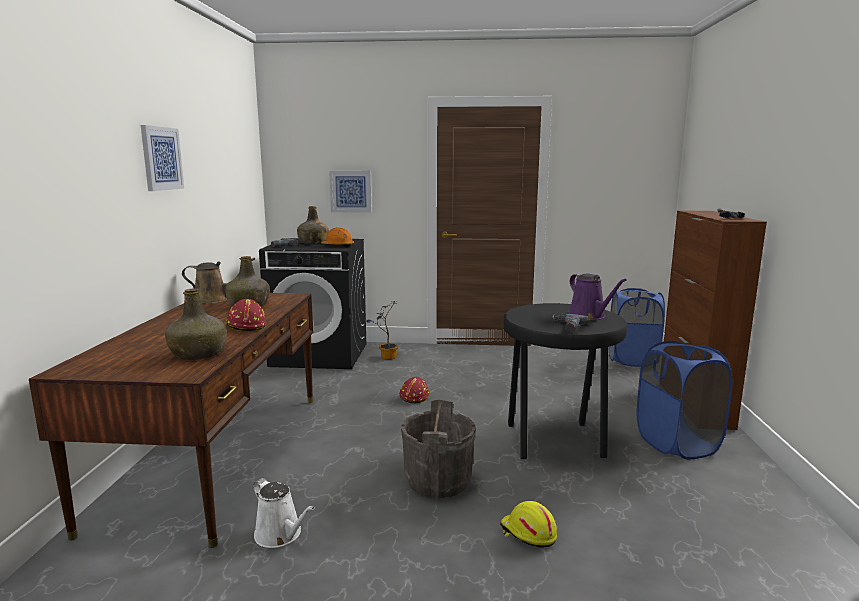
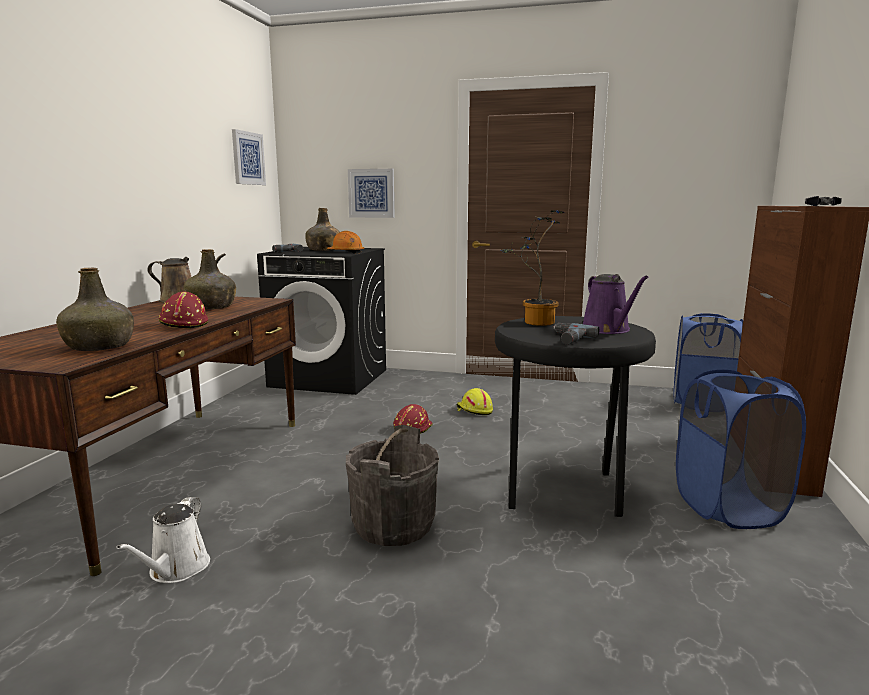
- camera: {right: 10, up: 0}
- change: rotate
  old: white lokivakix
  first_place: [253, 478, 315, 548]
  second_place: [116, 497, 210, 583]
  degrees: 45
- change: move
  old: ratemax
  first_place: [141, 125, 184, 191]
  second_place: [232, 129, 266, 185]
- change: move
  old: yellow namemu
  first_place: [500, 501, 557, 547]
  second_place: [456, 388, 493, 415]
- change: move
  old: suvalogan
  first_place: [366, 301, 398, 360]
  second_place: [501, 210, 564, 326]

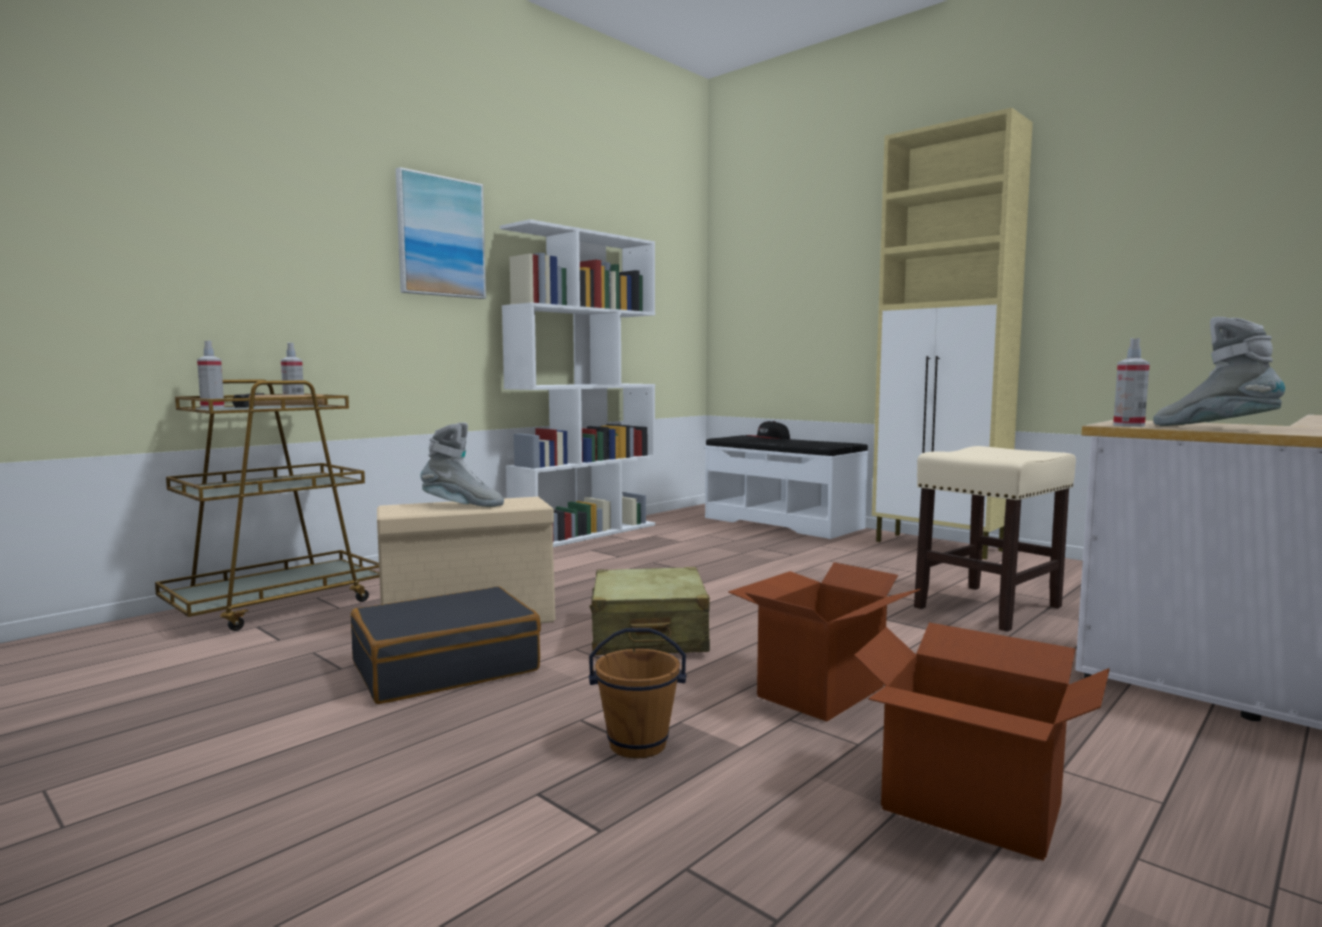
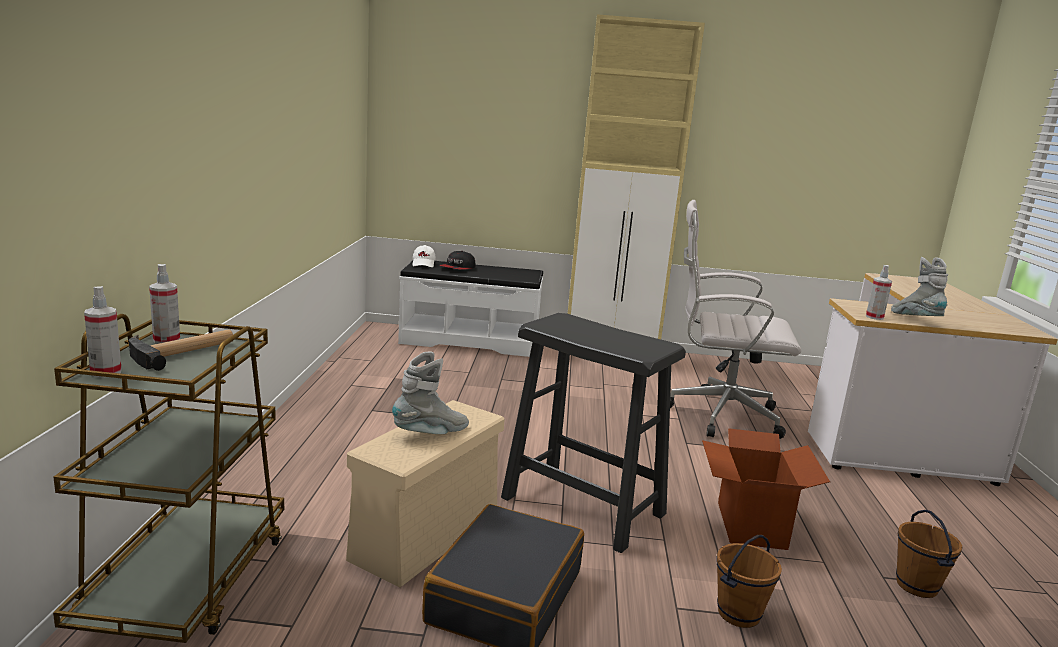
- camera: {right: -40, up: 10}
- change: insert
  new: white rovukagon
  second_place: [412, 245, 436, 267]
- change: replace
  old: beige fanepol
  new: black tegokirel
  first_place: [589, 567, 710, 655]
  second_place: [501, 313, 686, 553]
- change: replace
  old: beige tegokirel
  new: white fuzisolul
  first_place: [914, 446, 1076, 632]
  second_place: [670, 200, 801, 439]
- change: rotate
  old: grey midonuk
  first_place: [1153, 317, 1285, 426]
  second_place: [891, 257, 948, 316]
  degrees: 60
- change: replace
  old: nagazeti
  new: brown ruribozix
  first_place: [854, 623, 1110, 861]
  second_place: [896, 510, 962, 598]
- change: delete
  old: ratemax
  first_place: [396, 167, 486, 299]
- change: delete
  old: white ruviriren
  first_place: [500, 219, 655, 547]

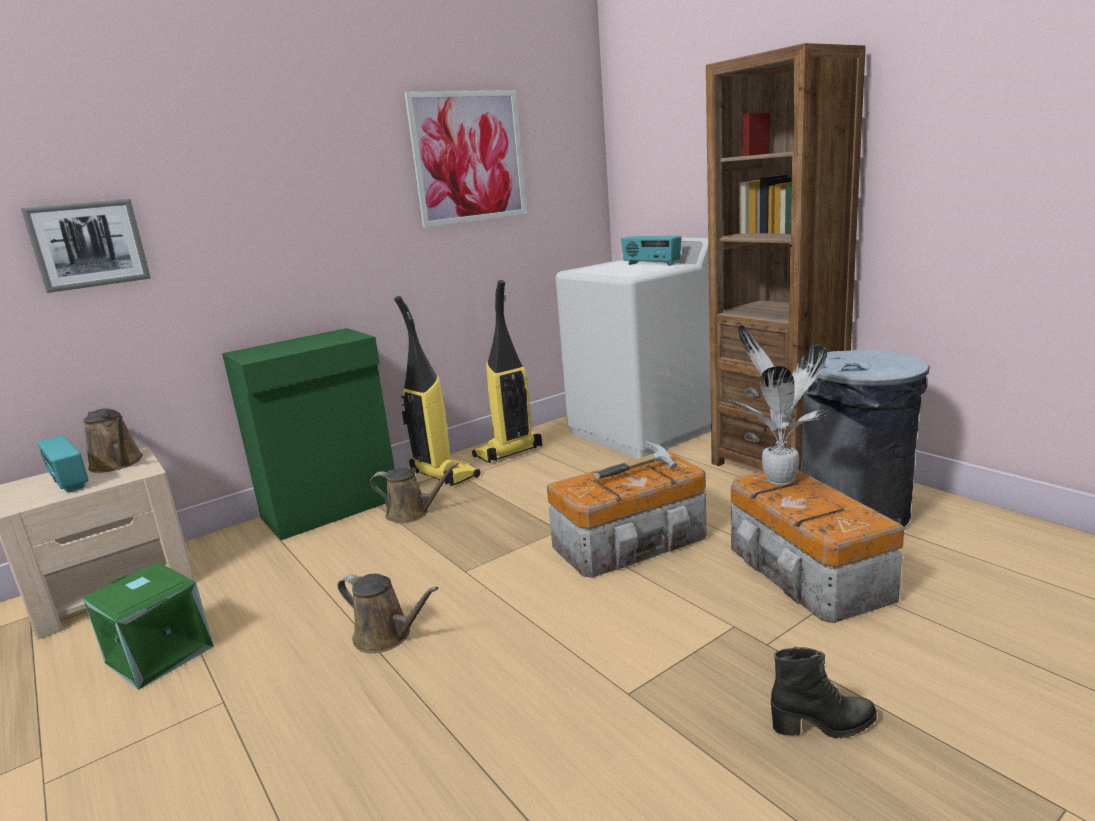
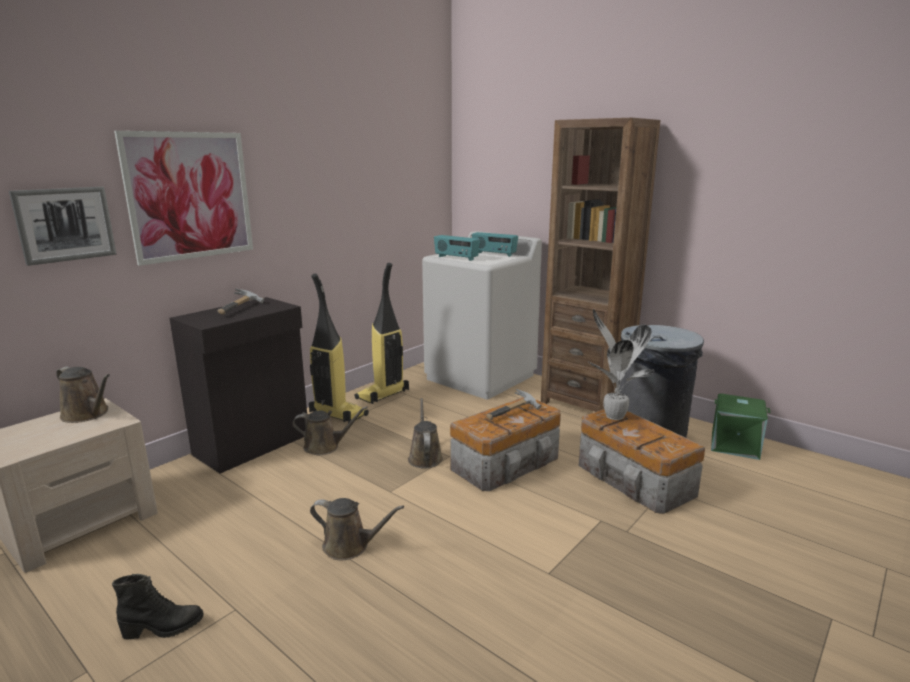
- camera: {right: -15, up: 0}
- change: move
  old: black midonuk
  first_place: [771, 647, 877, 739]
  second_place: [112, 574, 203, 640]
- change: move
  old: ratemax
  first_place: [404, 90, 527, 227]
  second_place: [114, 131, 253, 266]
- change: recolor
  old: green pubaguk
  new: black pubaguk
  first_place: [222, 328, 395, 540]
  second_place: [169, 297, 307, 473]
- change: insert
  new: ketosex
  second_place: [218, 288, 264, 315]
- change: insert
  new: brown lokivakix
  second_place: [408, 398, 443, 469]
- change: move
  old: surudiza
  first_place: [37, 435, 89, 493]
  second_place: [434, 235, 480, 261]
- change: move
  old: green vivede
  first_place: [83, 563, 214, 690]
  second_place: [711, 394, 770, 460]

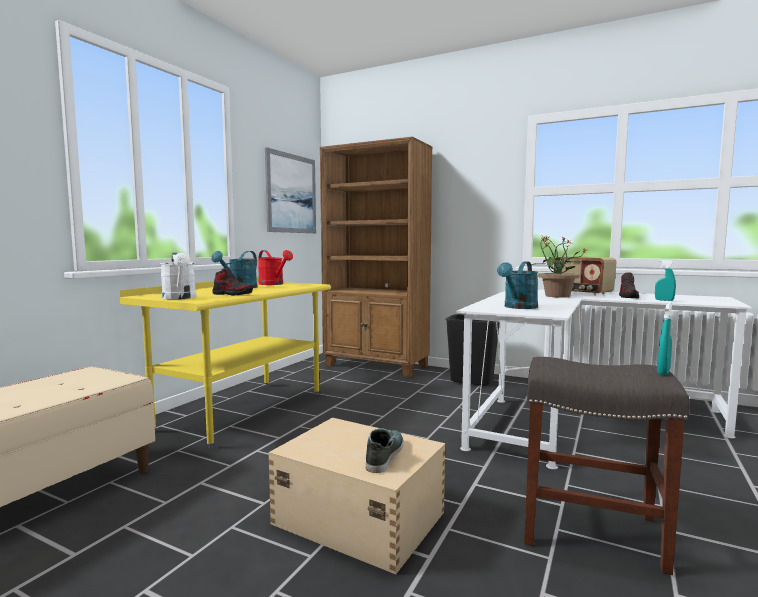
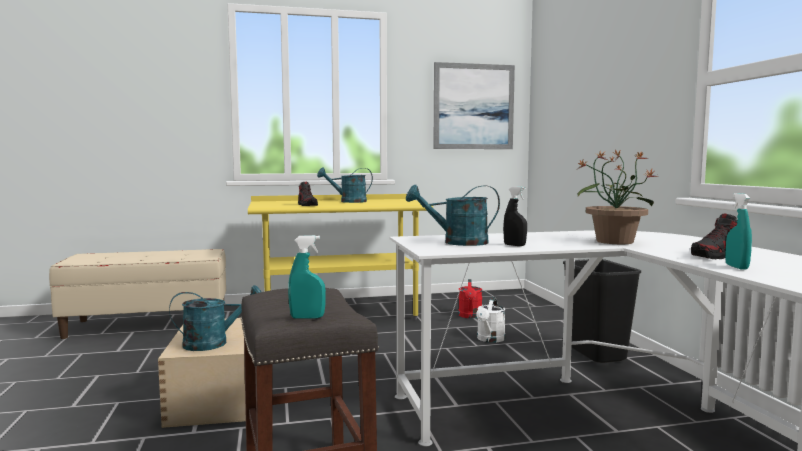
- camera: {right: 50, up: 0}
- change: replace
  old: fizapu
  new: turquoise lokivakix
  first_place: [366, 428, 404, 473]
  second_place: [169, 285, 261, 351]
- change: move
  old: red lokivakix
  first_place: [258, 250, 293, 285]
  second_place: [458, 279, 482, 318]
- change: move
  old: white lokivakix
  first_place: [160, 253, 196, 299]
  second_place: [476, 297, 505, 343]
- change: insert
  new: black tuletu
  second_place: [503, 187, 527, 246]
- change: delete
  old: brown ruviriren
  first_place: [320, 136, 433, 378]
- change: delete
  old: surudiza
  first_place: [554, 257, 617, 295]

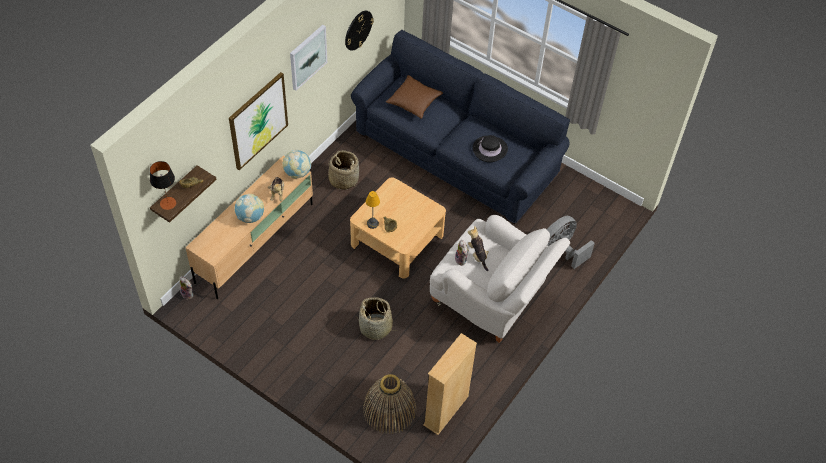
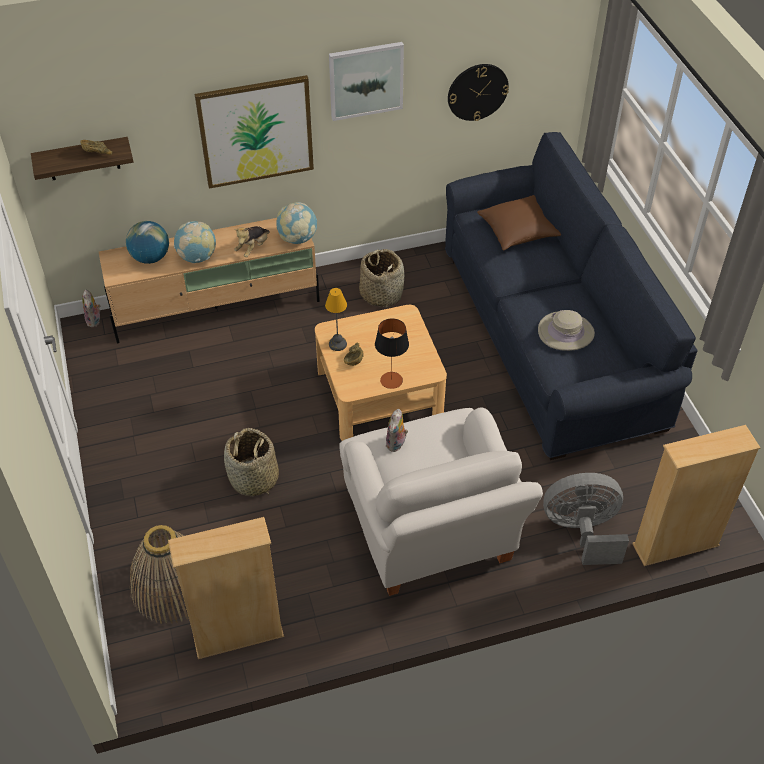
- camera: {right: 40, up: -5}
- change: insert
  new: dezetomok
  second_place: [126, 221, 169, 264]
- change: move
  old: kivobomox
  first_place: [150, 161, 176, 210]
  second_place: [375, 318, 409, 389]
- change: recolor
  old: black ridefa
  new: beige ridefa
  first_place: [473, 135, 508, 162]
  second_place: [538, 310, 595, 351]
- change: insert
  new: beige ruviriren
  second_place: [632, 425, 761, 566]
- change: delete
  old: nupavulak
  first_place: [468, 226, 489, 271]

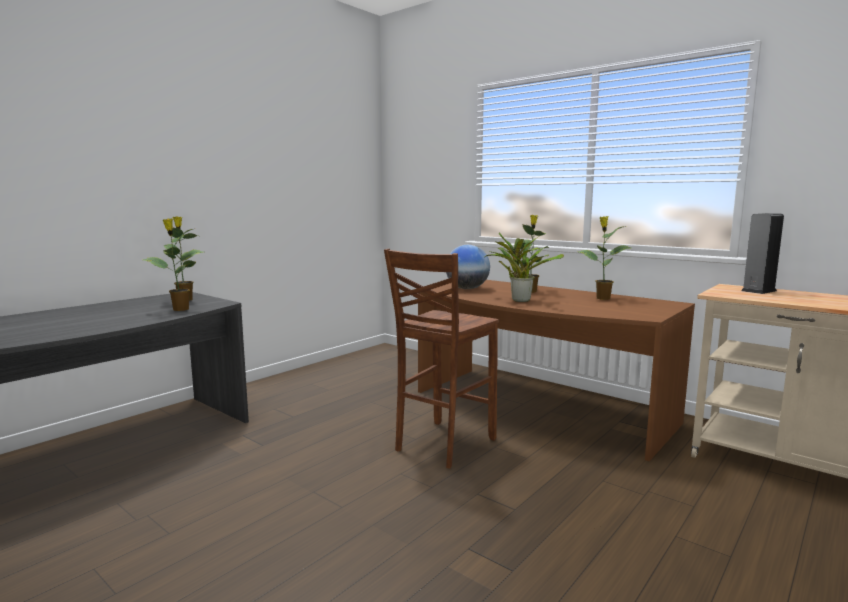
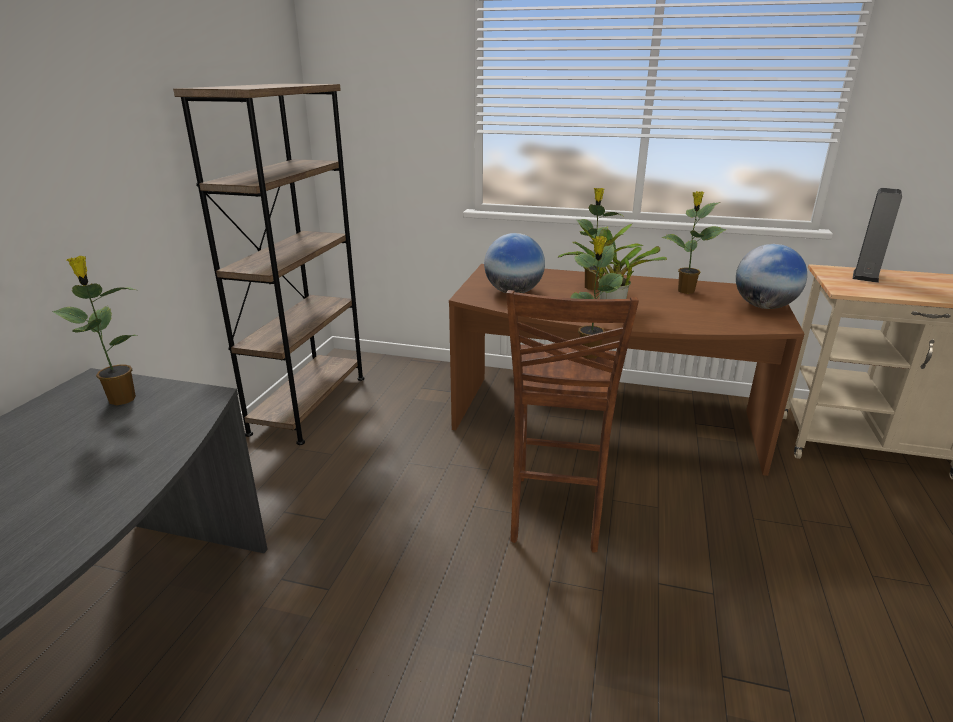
- camera: {right: -25, up: 15}
- change: insert
  new: brown ruviriren
  second_place: [173, 84, 364, 445]
- change: move
  old: suvalogan
  first_place: [143, 218, 203, 311]
  second_place: [570, 236, 623, 358]
- change: insert
  new: dezetomok
  second_place: [736, 244, 807, 309]

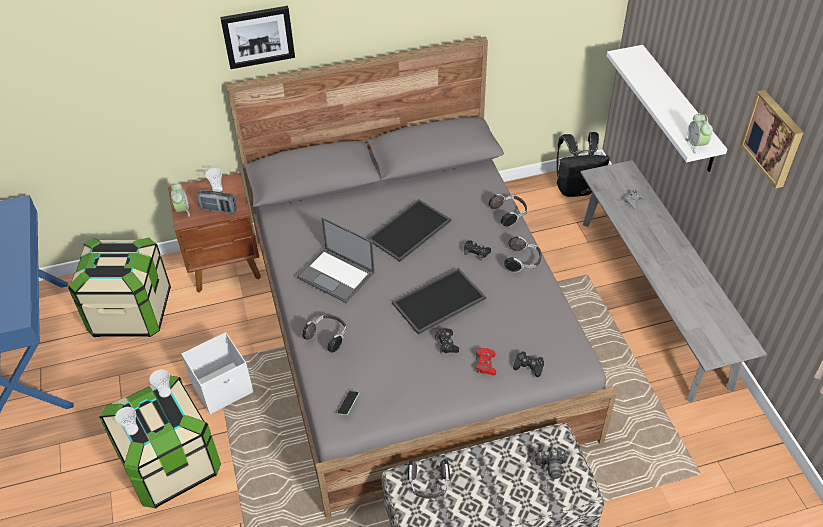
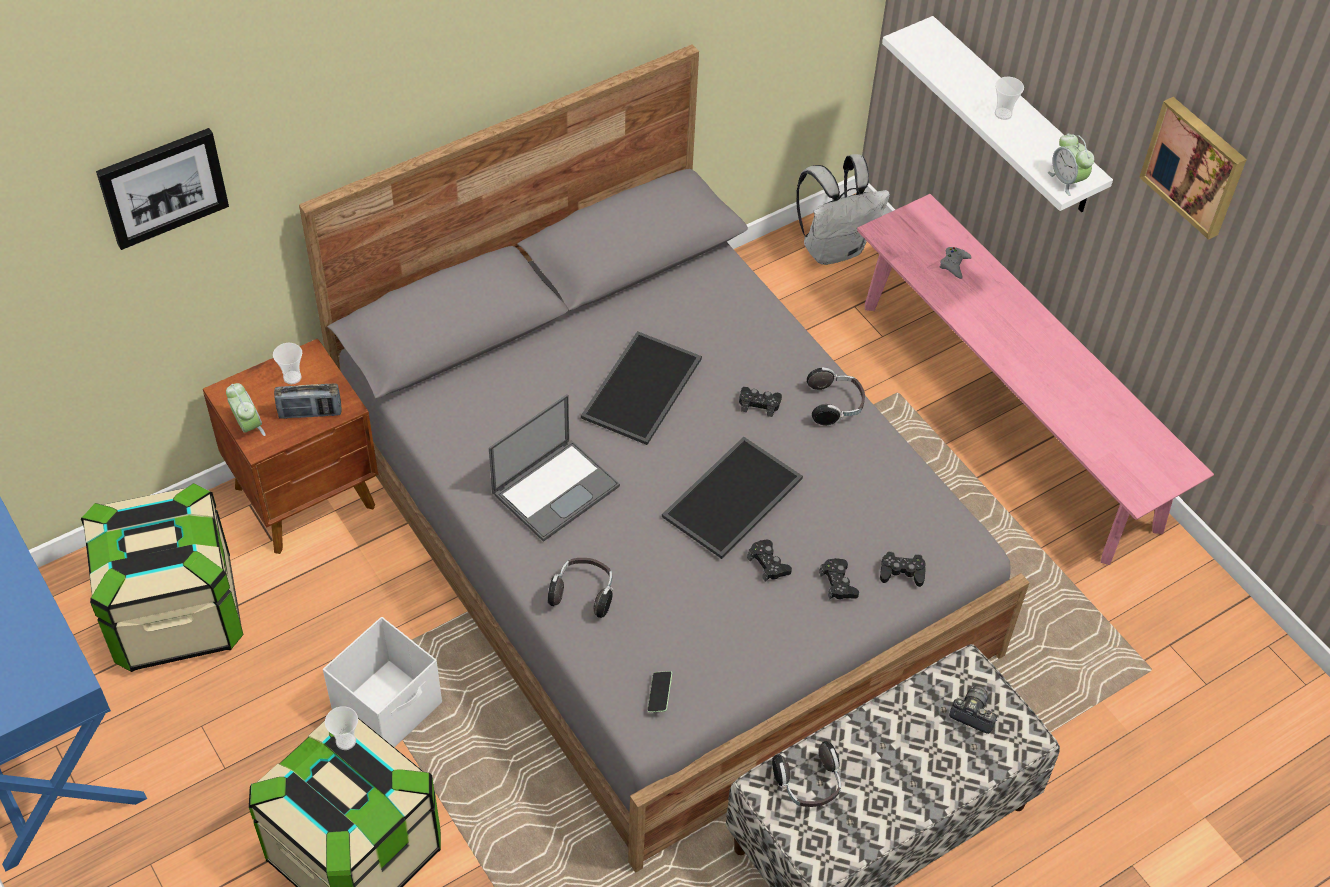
- camera: {right: -20, up: 5}
- change: move
  old: ratemax
  first_place: [220, 6, 295, 69]
  second_place: [96, 128, 229, 250]
- change: rotate
  old: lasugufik
  first_place: [297, 217, 375, 303]
  second_place: [489, 394, 620, 542]
  degrees: -60
- change: recolor
  old: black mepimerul
  new: white mepimerul
  first_place: [557, 132, 610, 197]
  second_place: [796, 154, 890, 265]
- change: recolor
  old: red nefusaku
  new: black nefusaku
  first_place: [476, 348, 496, 376]
  second_place: [819, 558, 859, 600]
- change: recolor
  old: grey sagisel
  new: pink sagisel
  first_place: [580, 160, 767, 403]
  second_place: [857, 194, 1214, 565]
- change: rotate
  old: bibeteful
  first_place: [535, 449, 567, 479]
  second_place: [949, 686, 998, 734]
  degrees: -135
- change: move
  old: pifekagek
  first_place: [115, 407, 139, 435]
  second_place: [995, 77, 1024, 120]
- change: delete
  old: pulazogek
  first_place: [489, 194, 527, 226]

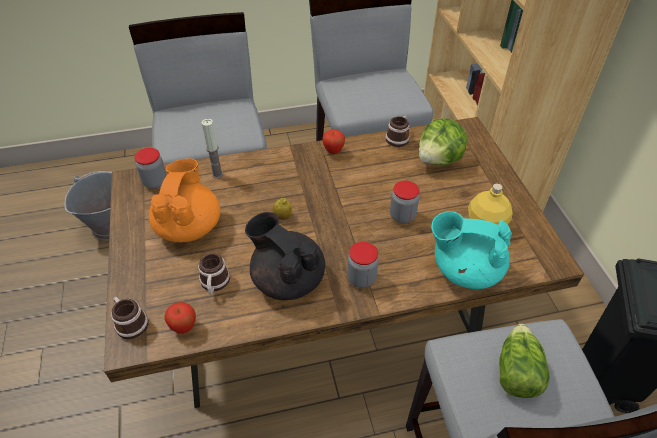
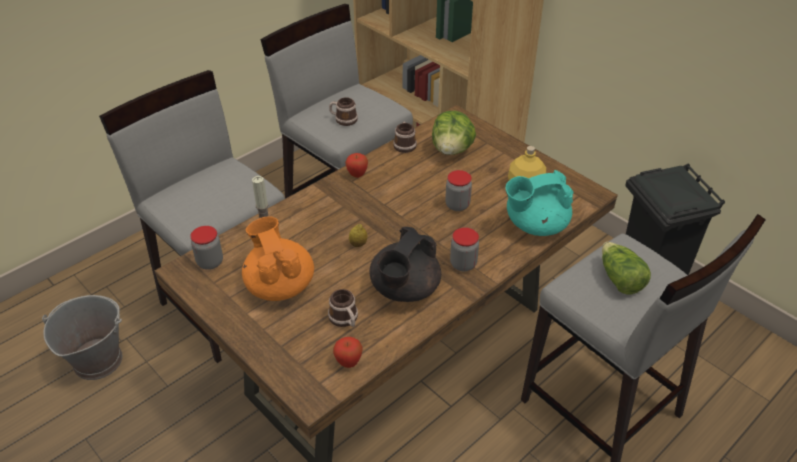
- camera: {right: -30, up: -5}
- change: move
  old: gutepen
  first_place: [111, 297, 148, 339]
  second_place: [329, 97, 358, 126]
- change: rotate
  old: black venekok
  first_place: [245, 212, 325, 300]
  second_place: [369, 227, 441, 302]
  degrees: -75

